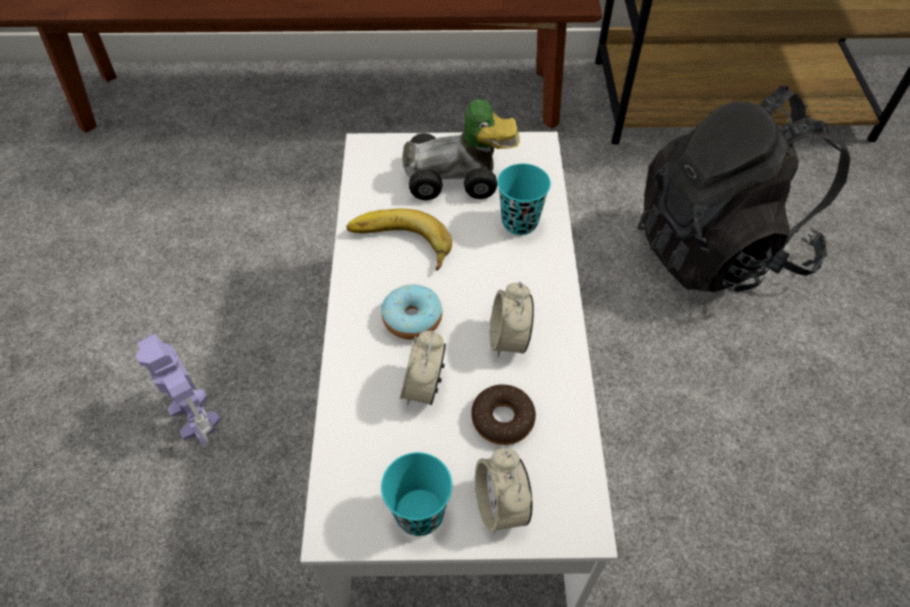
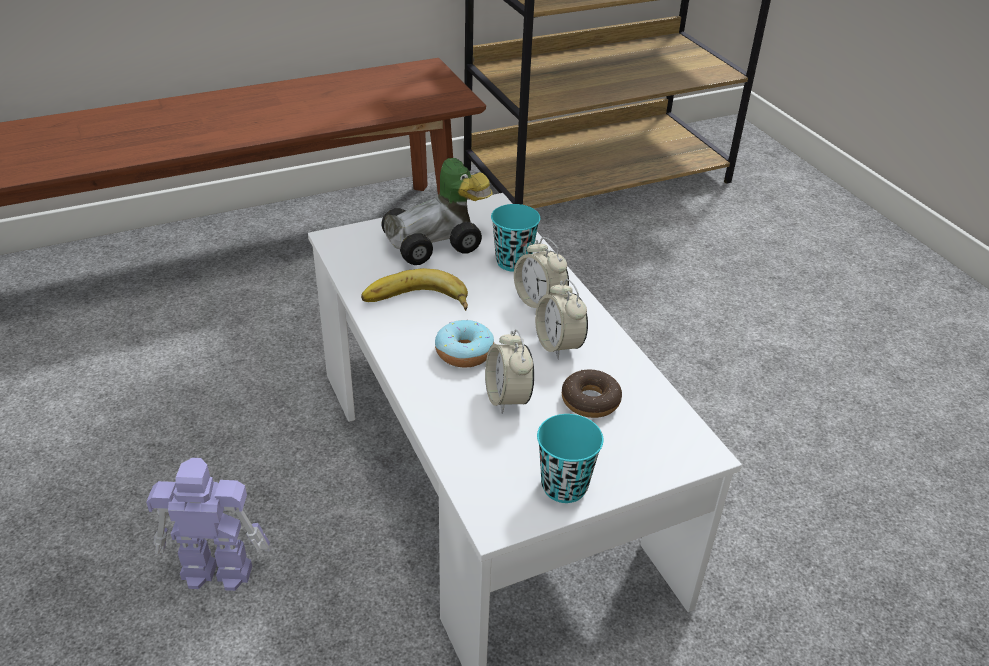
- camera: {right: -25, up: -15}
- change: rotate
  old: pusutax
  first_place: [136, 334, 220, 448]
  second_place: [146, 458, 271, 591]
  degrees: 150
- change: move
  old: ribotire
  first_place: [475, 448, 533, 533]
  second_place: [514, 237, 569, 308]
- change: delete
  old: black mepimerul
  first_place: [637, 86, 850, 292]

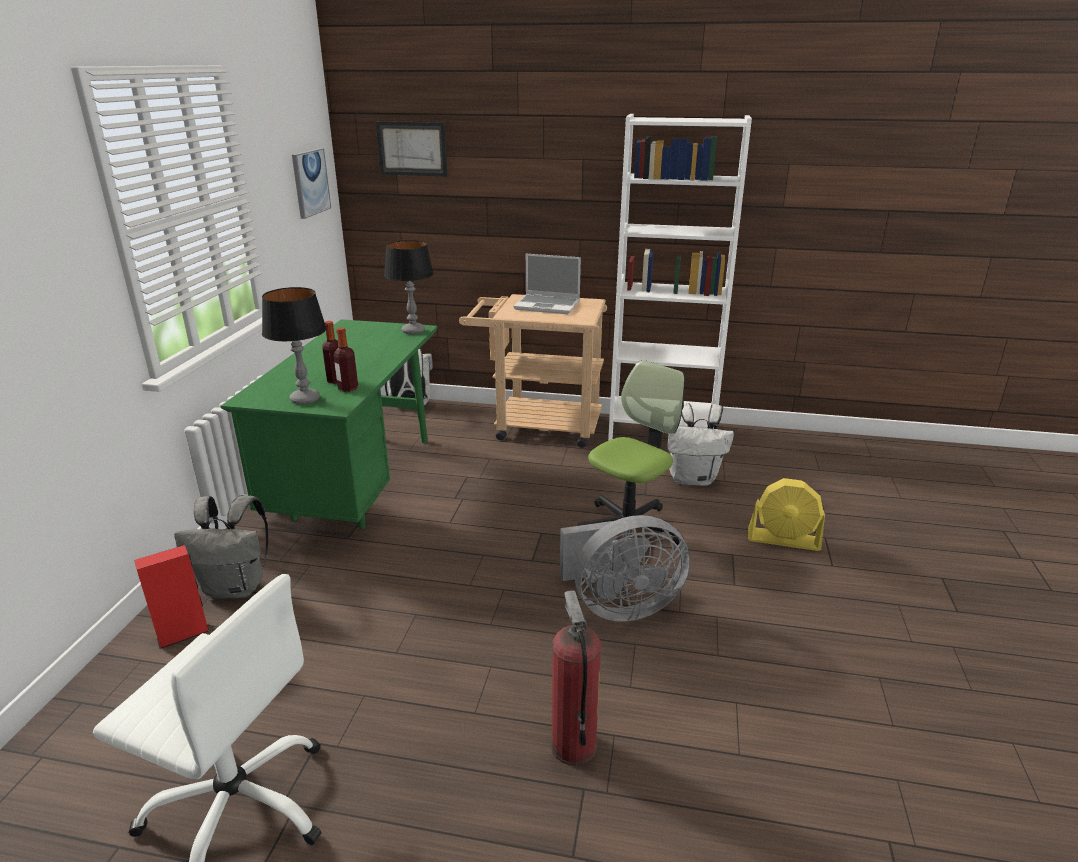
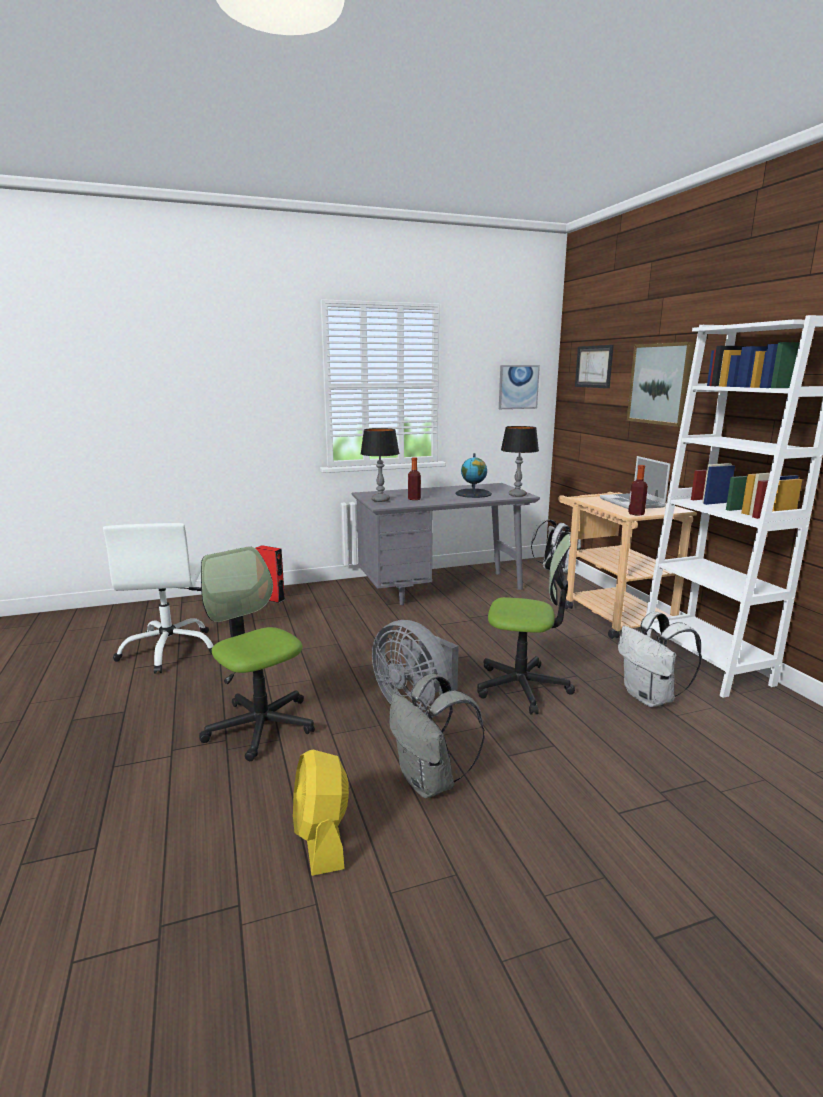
- camera: {right: 60, up: -10}
- change: replace
  old: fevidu
  new: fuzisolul
  first_place: [551, 590, 601, 765]
  second_place: [199, 546, 315, 761]
- change: move
  old: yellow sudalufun
  first_place: [748, 478, 825, 551]
  second_place: [293, 750, 349, 876]
- change: recolor
  old: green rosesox
  new: grey rosesox
  first_place: [221, 319, 438, 529]
  second_place: [352, 483, 540, 605]
- change: move
  old: grey mepimerul
  first_place: [174, 495, 268, 599]
  second_place: [389, 674, 485, 798]
- change: insert
  new: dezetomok
  second_place: [455, 453, 492, 498]
- change: insert
  new: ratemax
  second_place: [627, 342, 695, 427]
- change: move
  old: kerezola
  first_place: [334, 327, 358, 392]
  second_place: [628, 465, 648, 516]

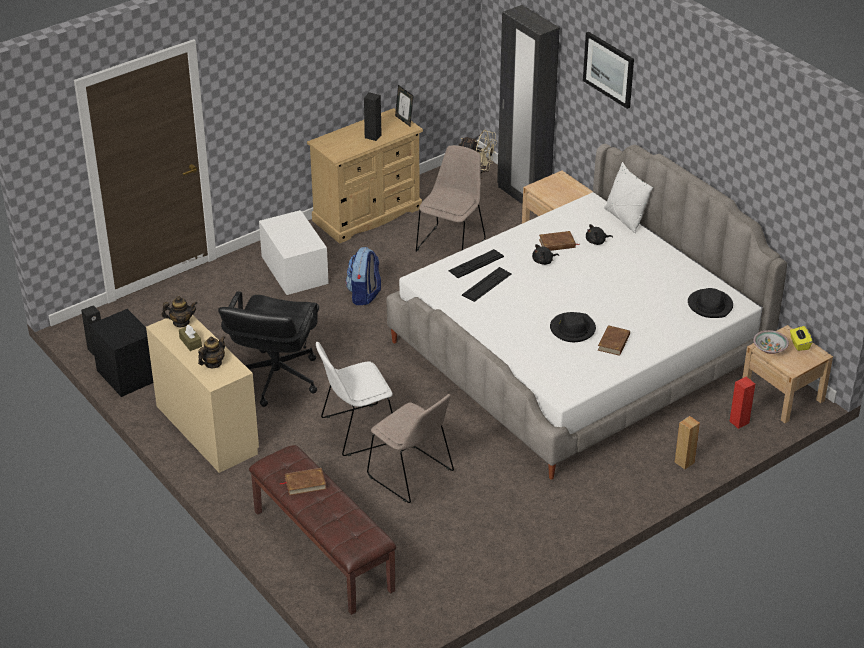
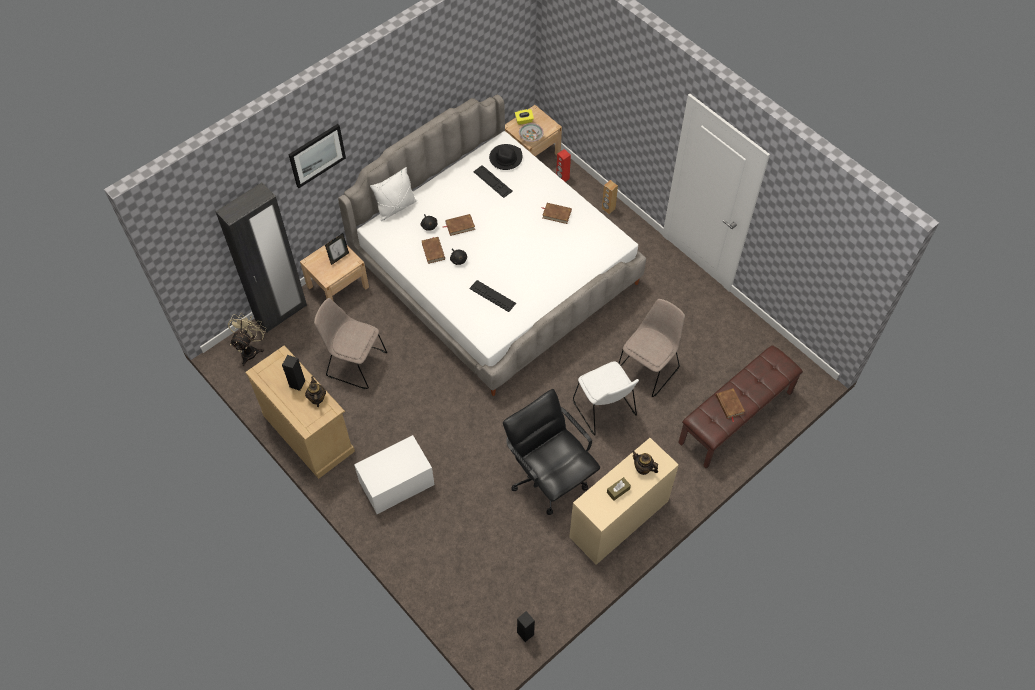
- camera: {right: -95, up: 20}
- change: move
  old: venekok
  first_place: [161, 296, 197, 327]
  second_place: [305, 376, 326, 407]
- change: move
  old: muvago
  first_place: [395, 85, 413, 126]
  second_place: [325, 233, 349, 265]
- change: insert
  new: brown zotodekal
  second_place: [442, 214, 475, 236]
- change: move
  old: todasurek
  first_place: [448, 249, 504, 278]
  second_place: [473, 165, 513, 198]
- change: rotate
  old: black fuzisolul
  first_place: [218, 291, 319, 407]
  second_place: [503, 389, 600, 515]
  degrees: -135
- change: delete
  old: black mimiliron
  first_place: [89, 309, 153, 397]
- change: delete
  old: mepimerul
  first_place: [346, 247, 381, 305]
- change: delete
  old: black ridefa
  first_place: [550, 312, 596, 342]

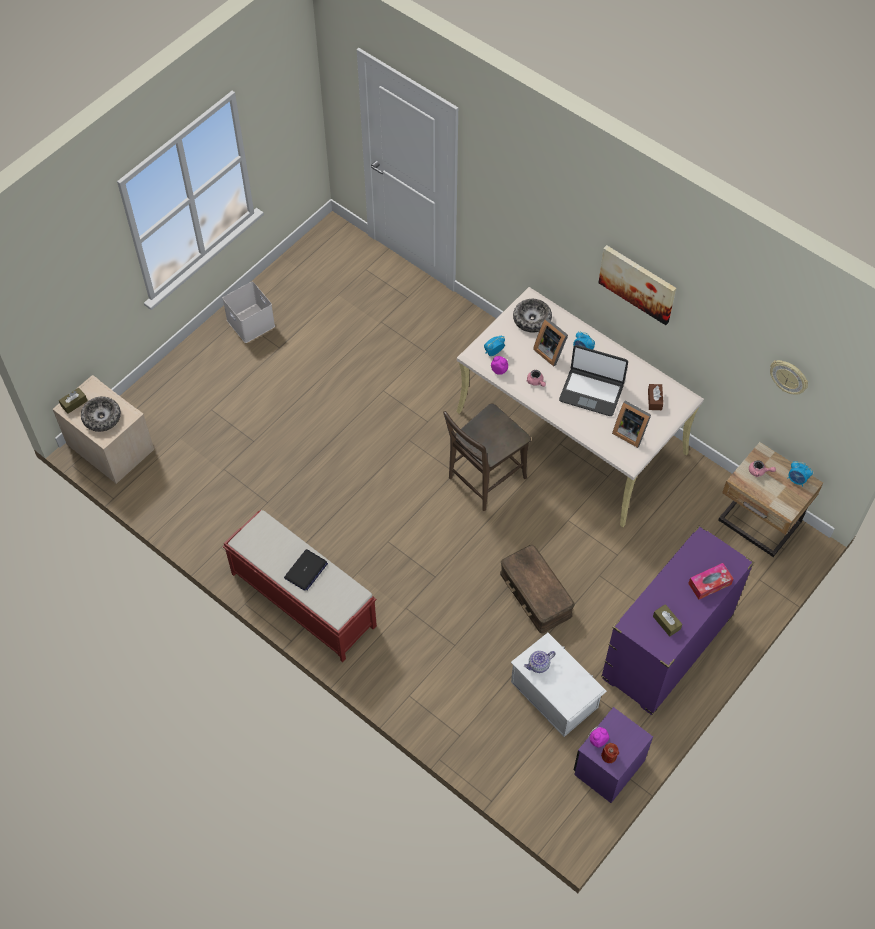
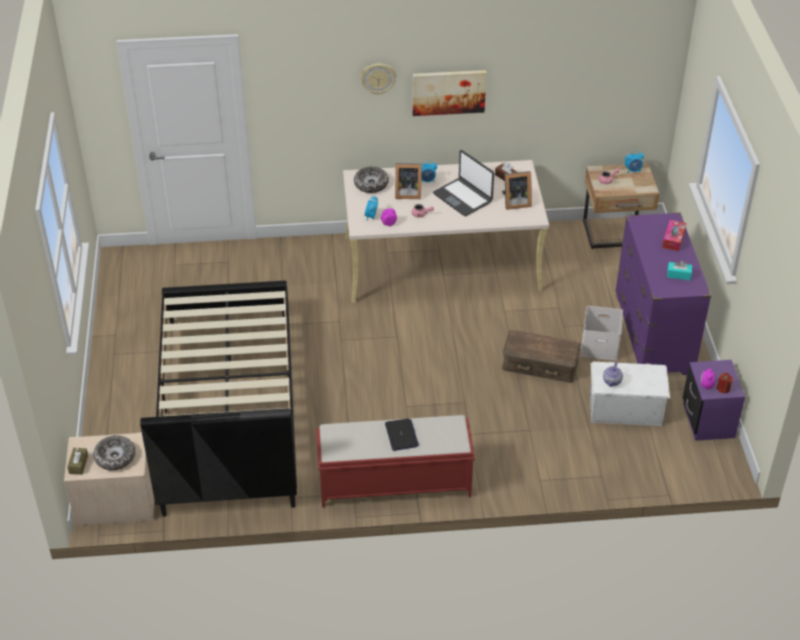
- camera: {right: -45, up: -15}
- change: insert
  new: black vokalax
  second_place: [140, 280, 297, 517]
- change: move
  old: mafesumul
  first_place: [770, 360, 808, 395]
  second_place: [360, 63, 396, 95]
- change: rotate
  old: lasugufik
  first_place: [559, 345, 628, 416]
  second_place: [433, 150, 494, 216]
  degrees: 75
- change: move
  old: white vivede
  first_place: [222, 281, 275, 343]
  second_place: [581, 306, 623, 360]
- change: recolor
  old: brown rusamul
  new: turquoise rusamul
  first_place: [653, 604, 682, 637]
  second_place: [667, 260, 692, 280]
- change: delete
  old: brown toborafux
  first_place: [443, 404, 531, 511]

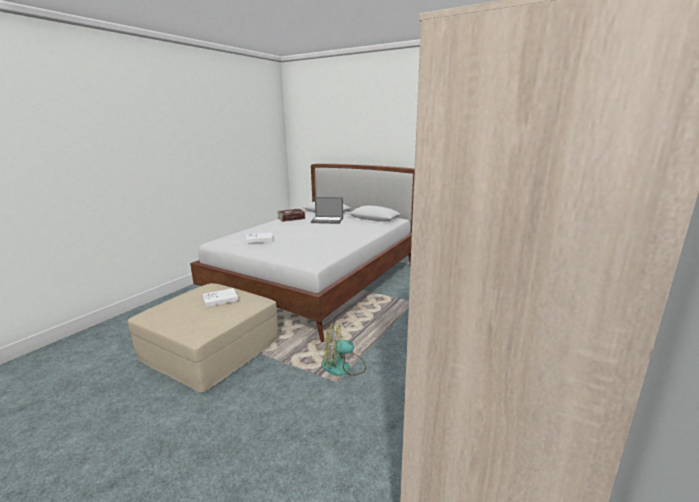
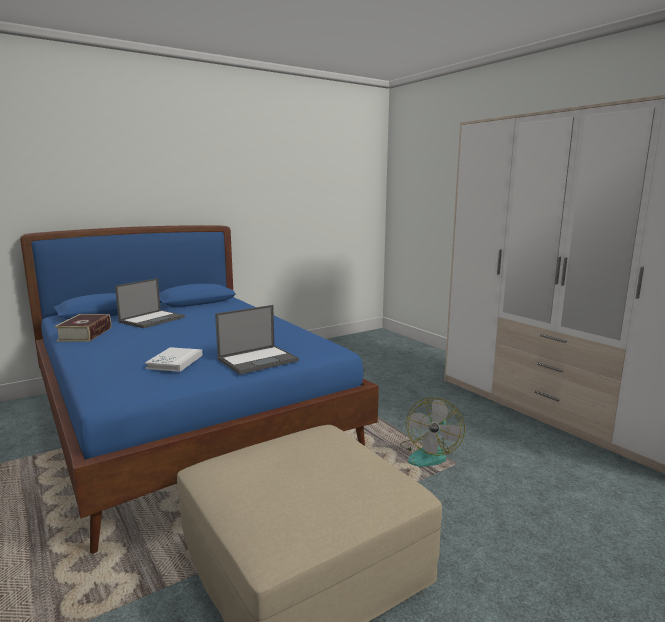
- camera: {right: -65, up: -5}
- change: recolor
  old: white vokalax
  new: blue vokalax
  first_place: [190, 163, 415, 342]
  second_place: [20, 225, 379, 554]
- change: insert
  new: lasugufik
  second_place: [215, 305, 299, 375]
- change: delete
  old: white zotodekal
  first_place: [203, 288, 238, 307]

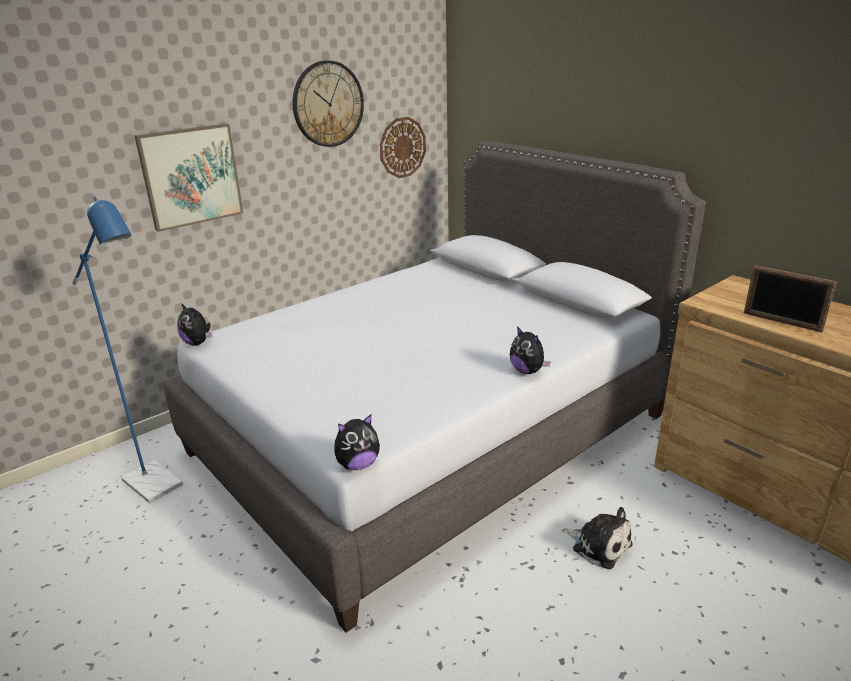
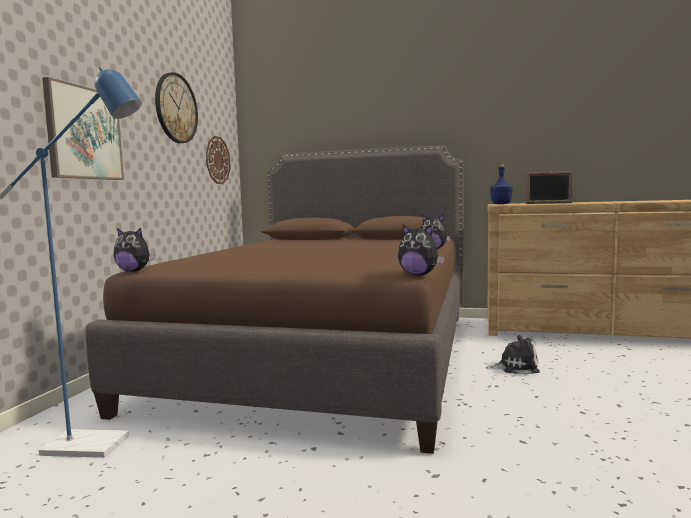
- camera: {right: -35, up: -20}
- change: recolor
  old: grey vokalax
  new: brown vokalax
  first_place: [164, 141, 706, 633]
  second_place: [86, 146, 464, 454]
- change: rotate
  old: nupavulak
  first_place: [334, 414, 380, 470]
  second_place: [398, 224, 445, 276]
  degrees: 90
- change: insert
  new: blue kerezola
  second_place: [490, 164, 513, 204]

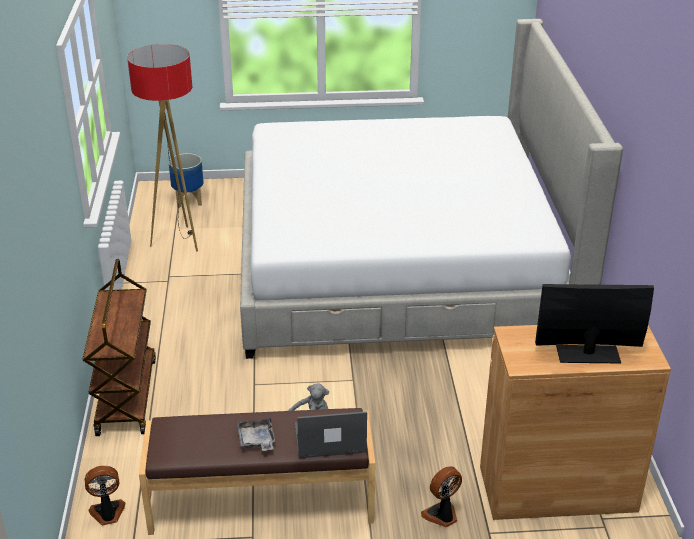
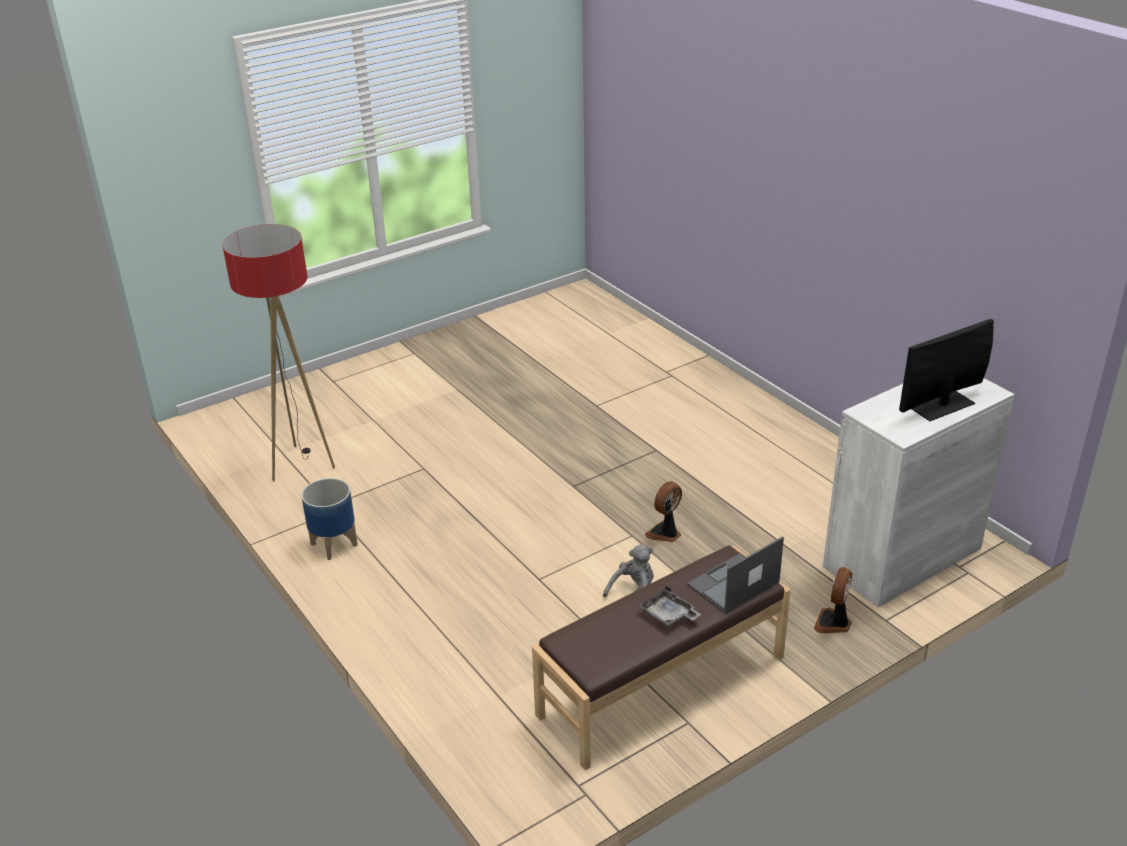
- camera: {right: -30, up: 0}
- change: move
  old: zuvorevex
  first_place: [169, 153, 204, 208]
  second_place: [301, 478, 358, 560]
- change: move
  old: sudalufun
  first_place: [85, 466, 125, 525]
  second_place: [645, 481, 682, 542]
- change: recolor
  old: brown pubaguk
  new: white pubaguk
  first_place: [480, 325, 671, 520]
  second_place: [823, 378, 1015, 607]
- change: delete
  old: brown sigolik
  first_place: [83, 259, 156, 436]
- change: delete
  old: vokalax
  first_place: [240, 19, 623, 359]

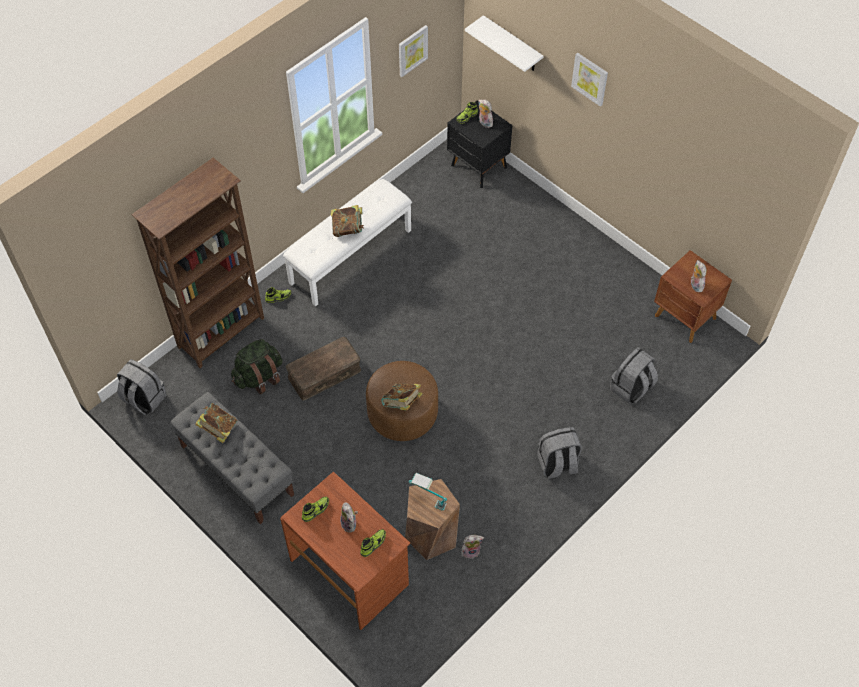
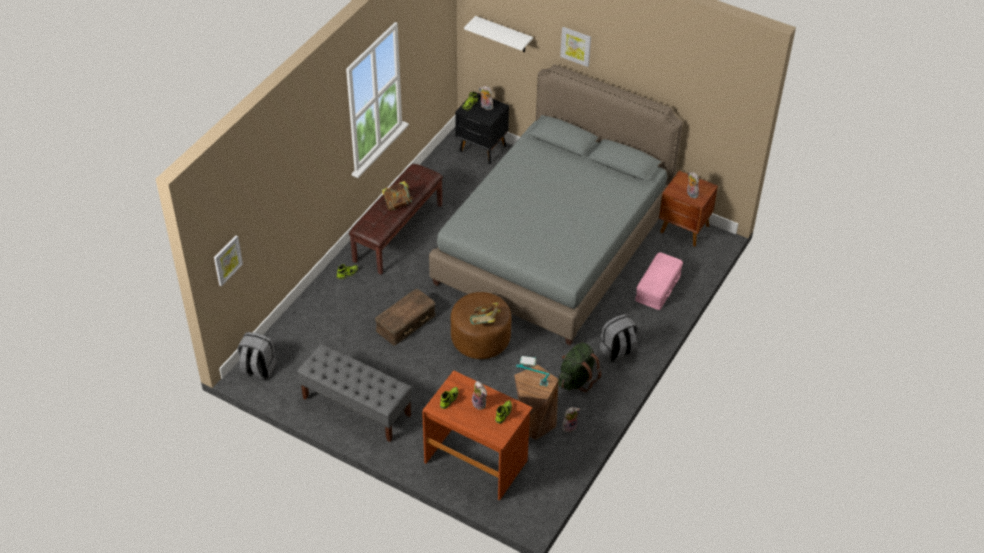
- camera: {right: -15, up: -10}
- change: move
  old: ratemax
  first_place: [399, 25, 428, 77]
  second_place: [214, 235, 243, 286]
- change: recolor
  old: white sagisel
  new: brown sagisel
  first_place: [283, 179, 412, 306]
  second_place: [349, 164, 443, 275]
- change: insert
  new: grey vokalax
  second_place: [429, 64, 683, 345]
- change: move
  old: green mepimerul
  first_place: [231, 339, 283, 394]
  second_place: [558, 342, 602, 392]
- change: replace
  old: grey mepimerul
  new: pink vivede
  first_place: [610, 347, 658, 404]
  second_place: [635, 253, 683, 310]
- change: delete
  old: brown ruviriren
  first_place: [132, 158, 264, 368]
- change: delete
  old: zotodekal
  first_place: [195, 403, 238, 443]

